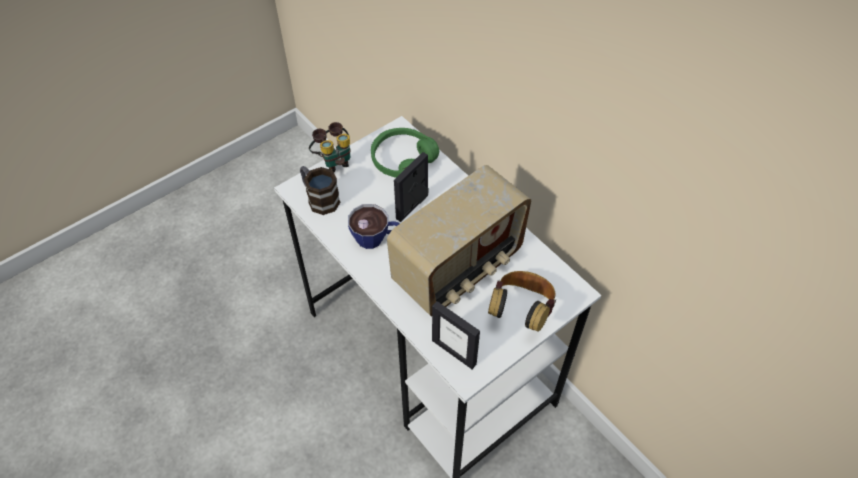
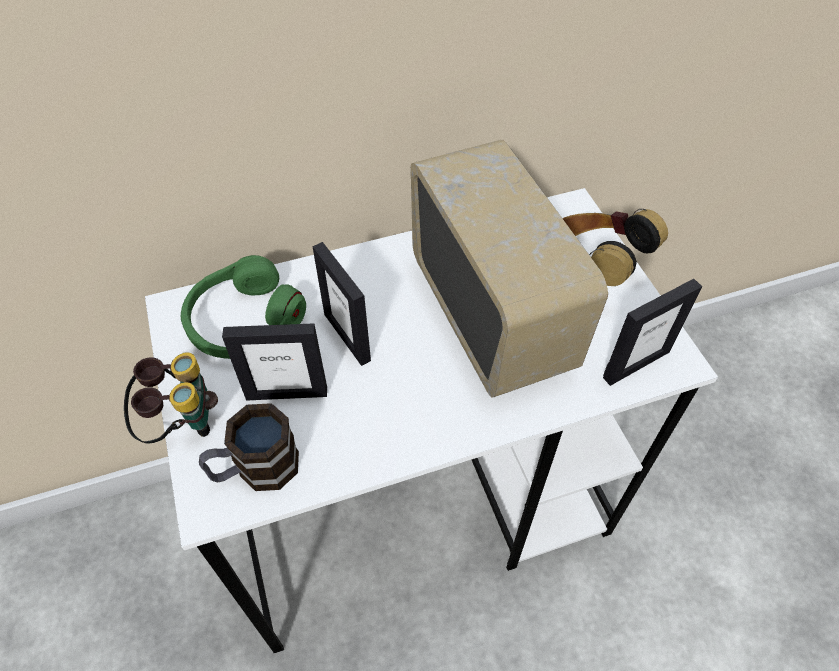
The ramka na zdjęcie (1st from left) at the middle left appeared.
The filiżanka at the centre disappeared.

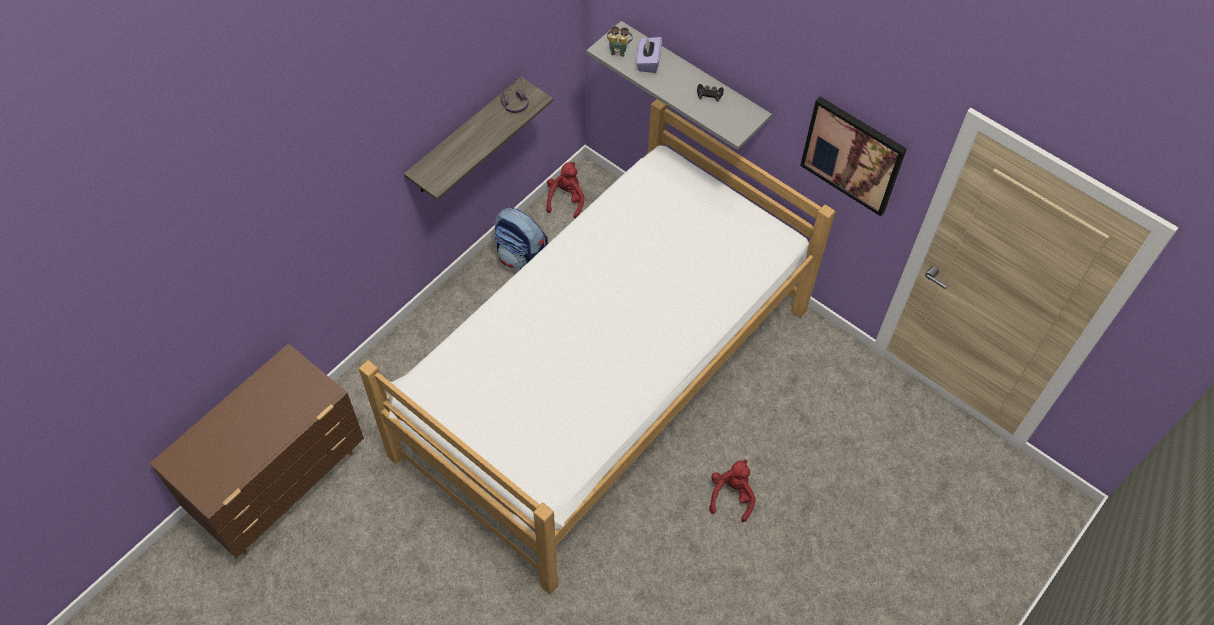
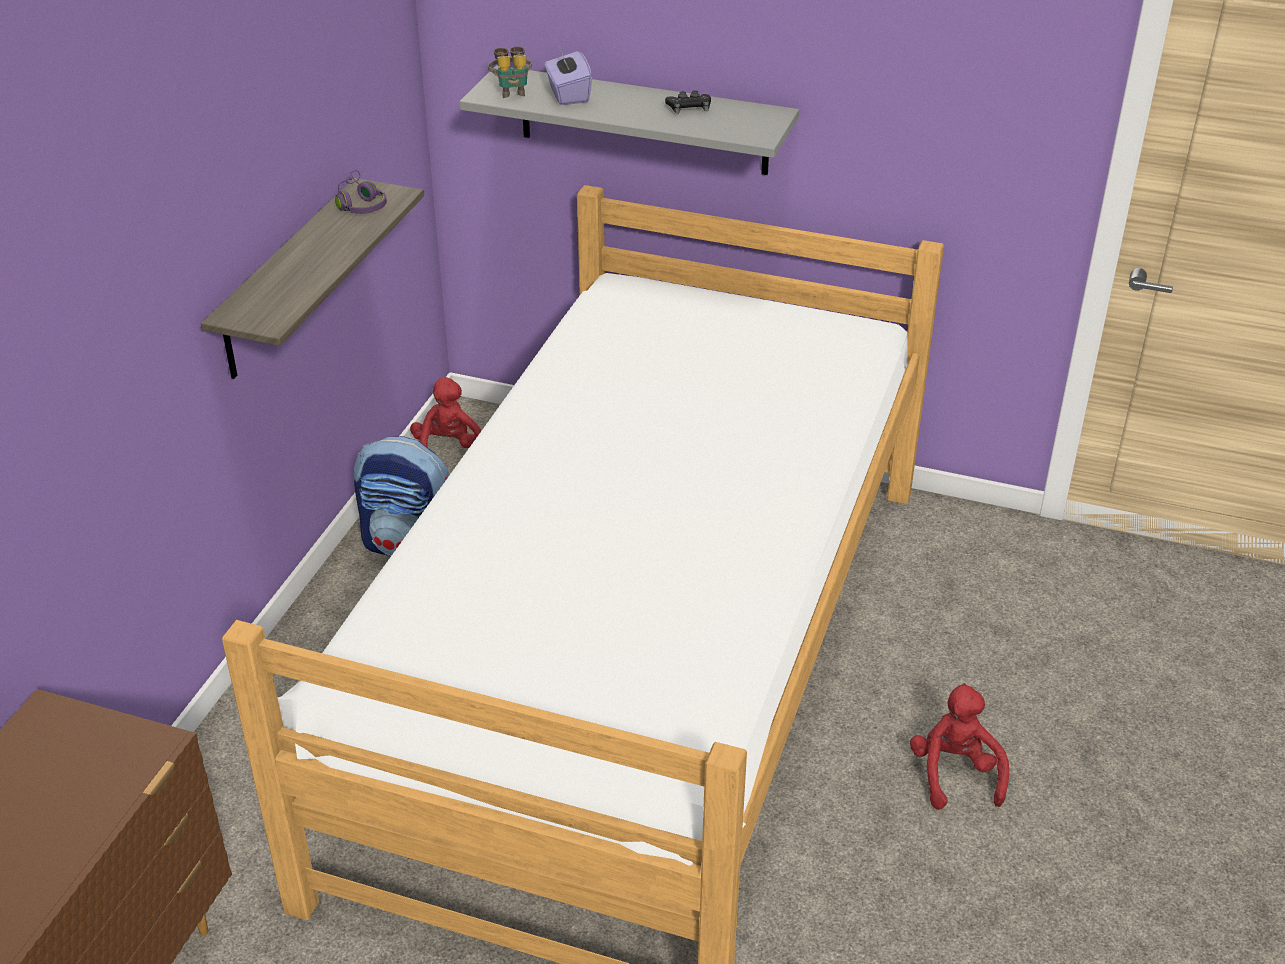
The obraz at the top right disappeared.

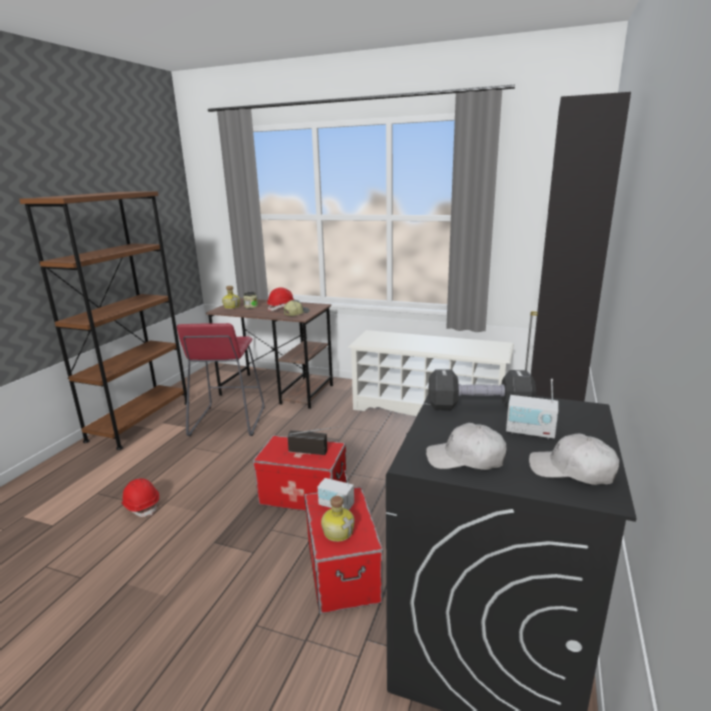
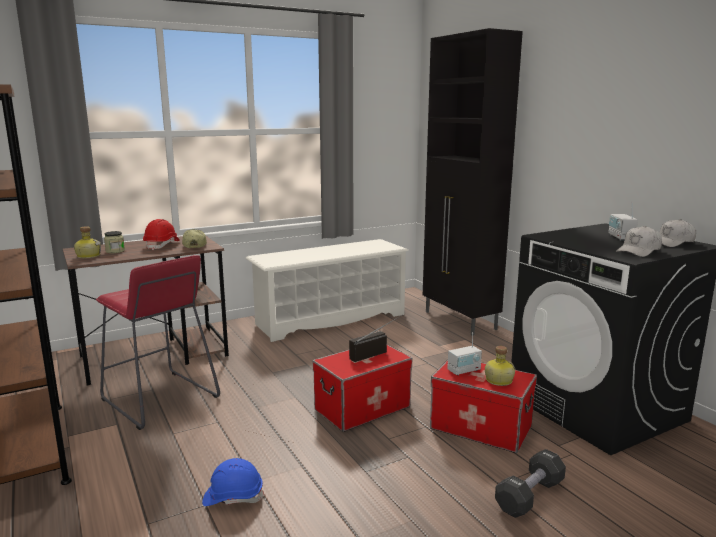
The kask (czerwony) (1st from left) at the bottom left became the kask (niebieski) at the bottom left.
The hantel (czarny) moved from the middle right to the bottom right.
The radio (3rd from left) at the middle right turned 120 degrees clockwise.

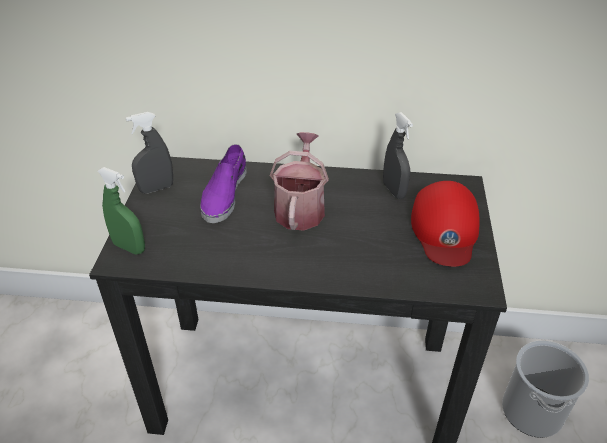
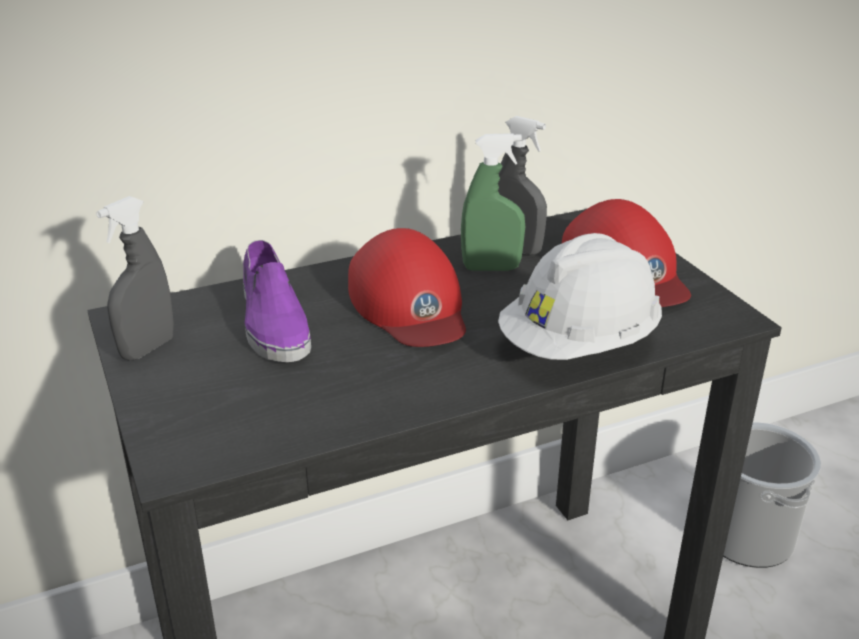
The konewka at the centre was replaced by the czapka z daszkiem (czerwony) (1st from left) at the centre.
The spryskiwacz (zielony) moved from the middle left to the top centre.
The kask (biały) at the middle right appeared.

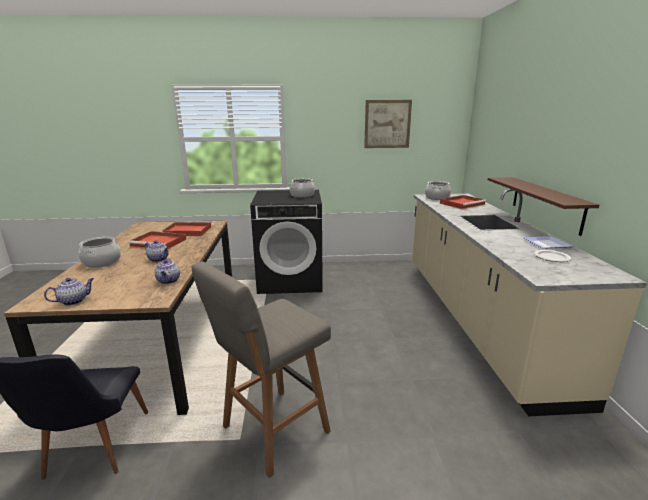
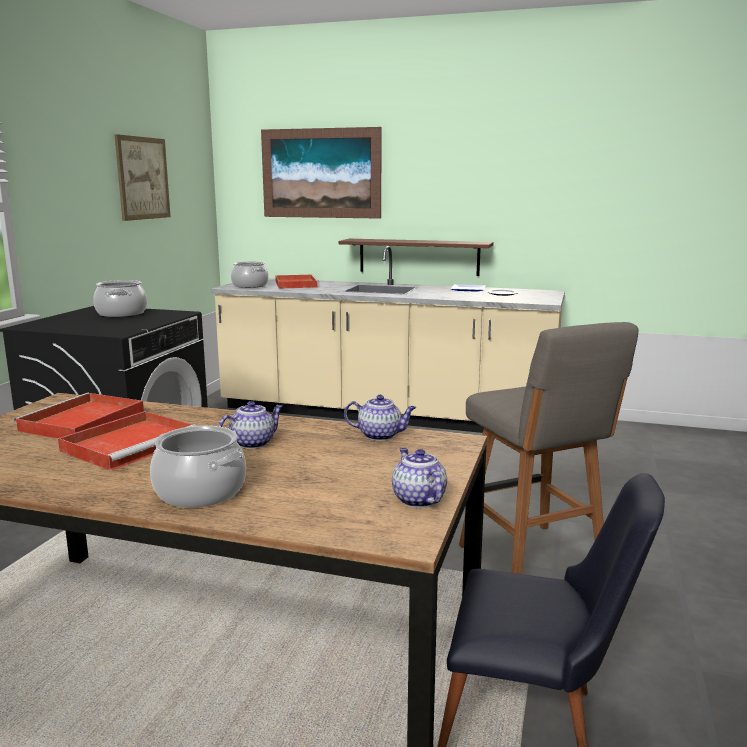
The obraz (2nd from left) at the top centre appeared.

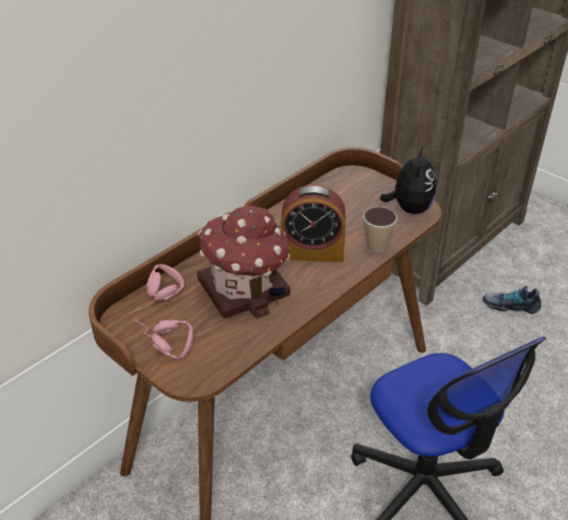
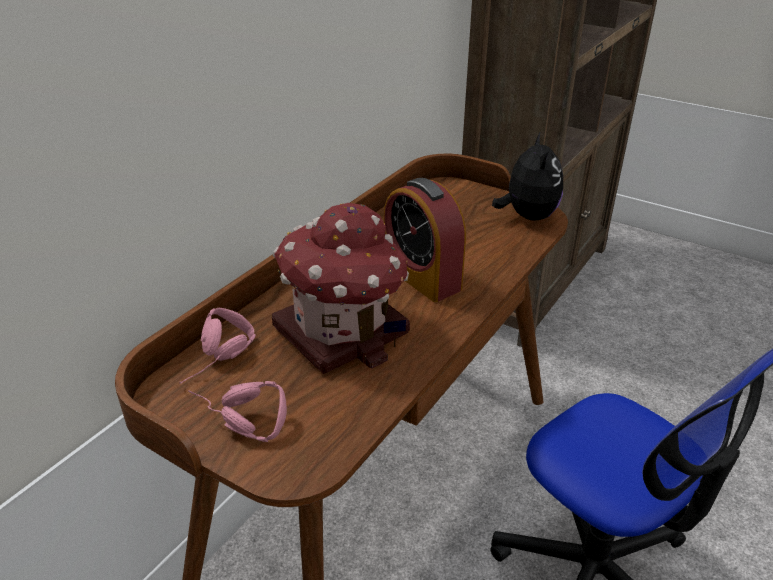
The budzik at the centre turned 60 degrees clockwise.
The filiżanka at the middle right disappeared.
The but at the middle right disappeared.

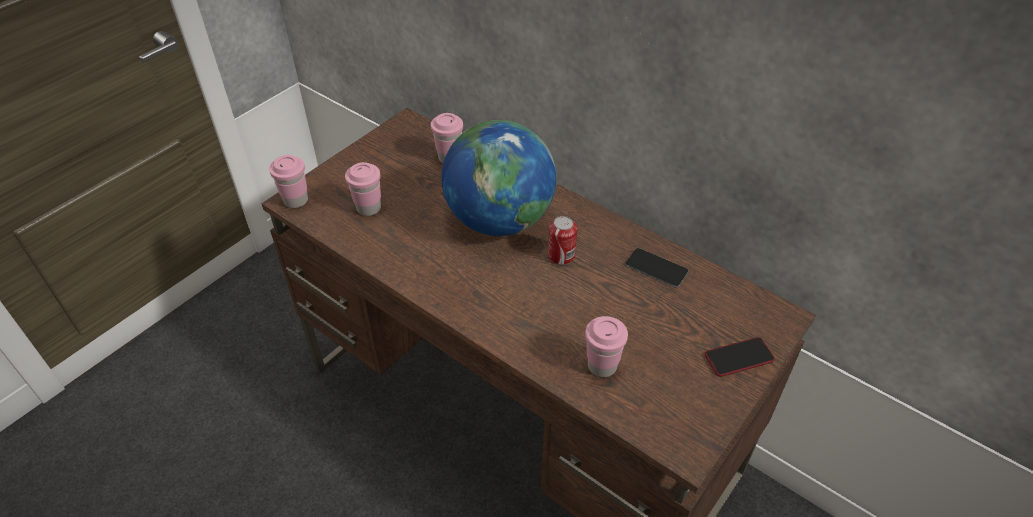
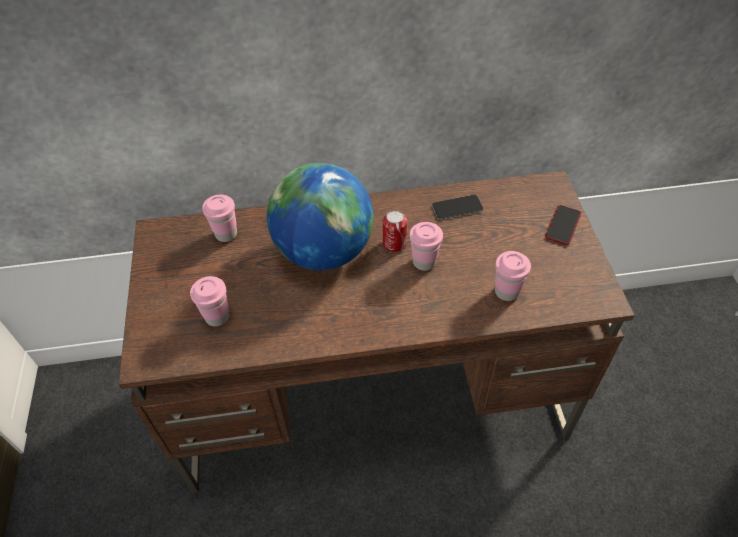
The filiżanka (różowy) (1st from left in the first image) moved from the middle left to the centre.

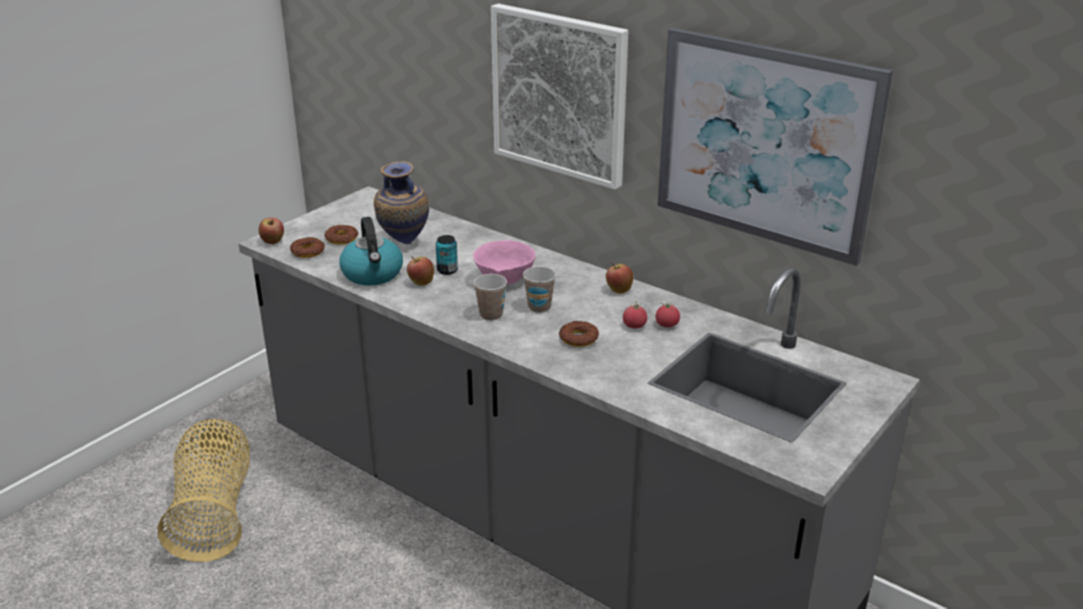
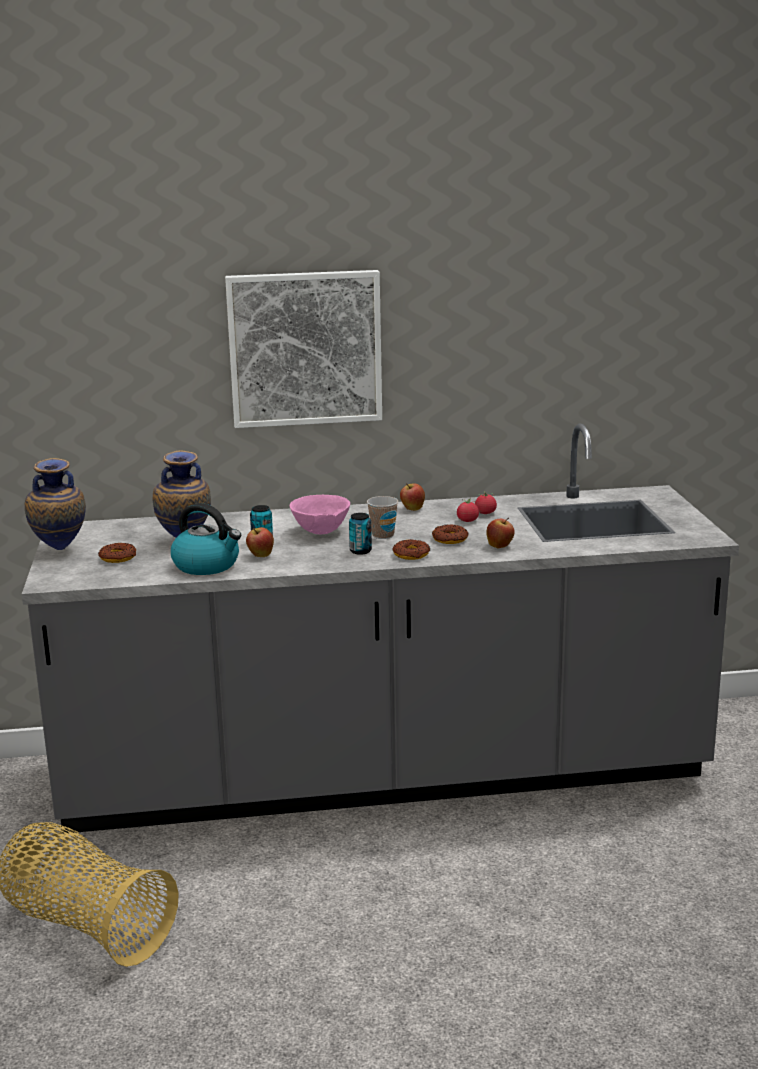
The wazon (1st from left) at the middle left appeared.
The filiżanka (1st from left) at the centre was replaced by the puszka (2nd from left) at the centre.
The donut (1st from left in the first image) moved from the middle left to the centre.
The jabłko (1st from left in the first image) moved from the middle left to the centre.
The obraz (2nd from left) at the top right disappeared.

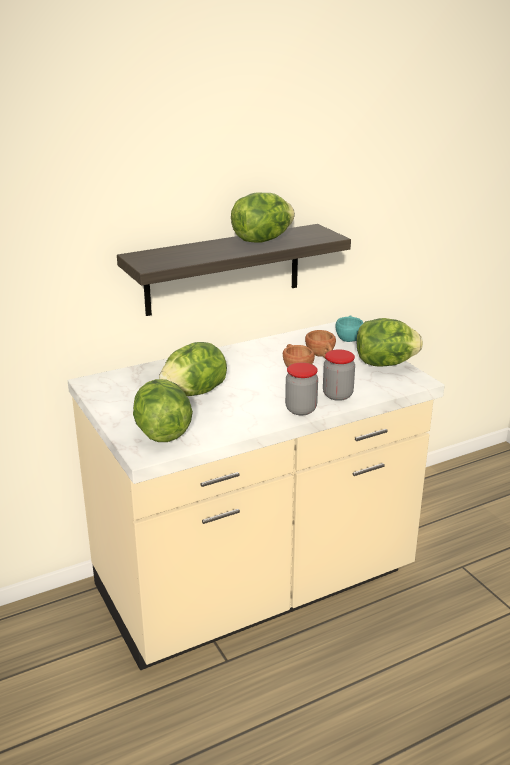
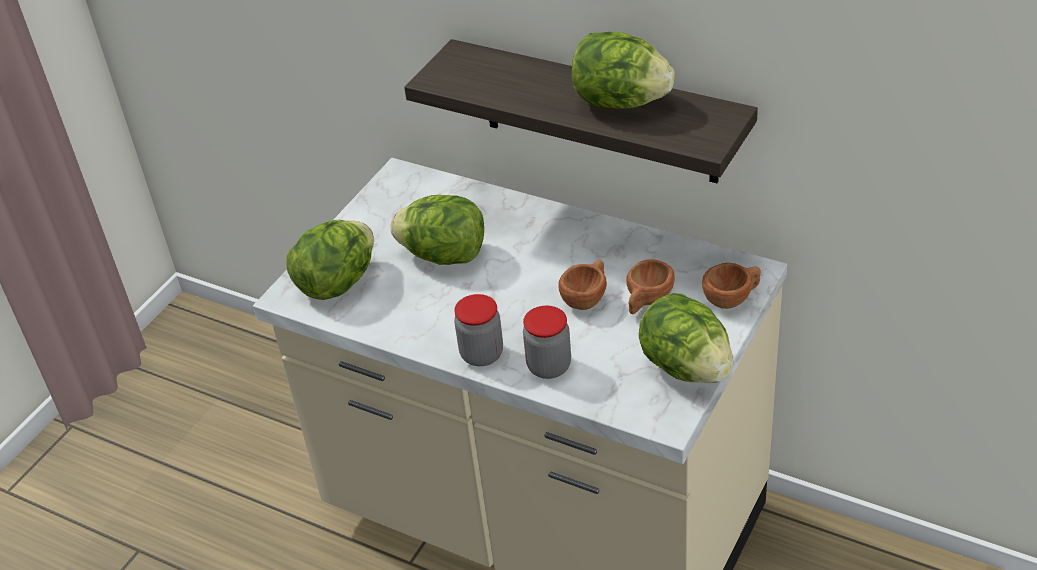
The filiżanka (turkusowy) at the middle right became the filiżanka (brązowy) (3rd from left) at the middle right.

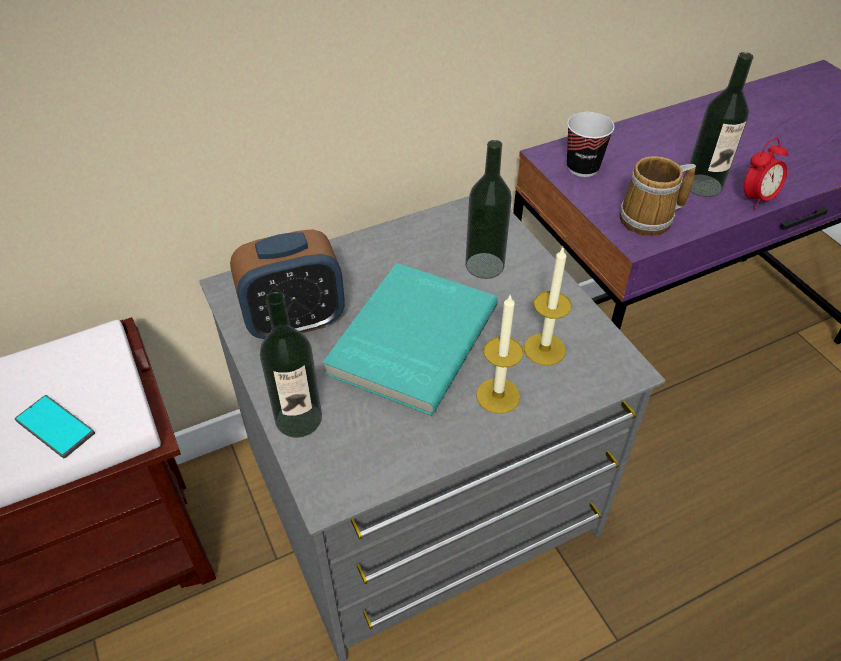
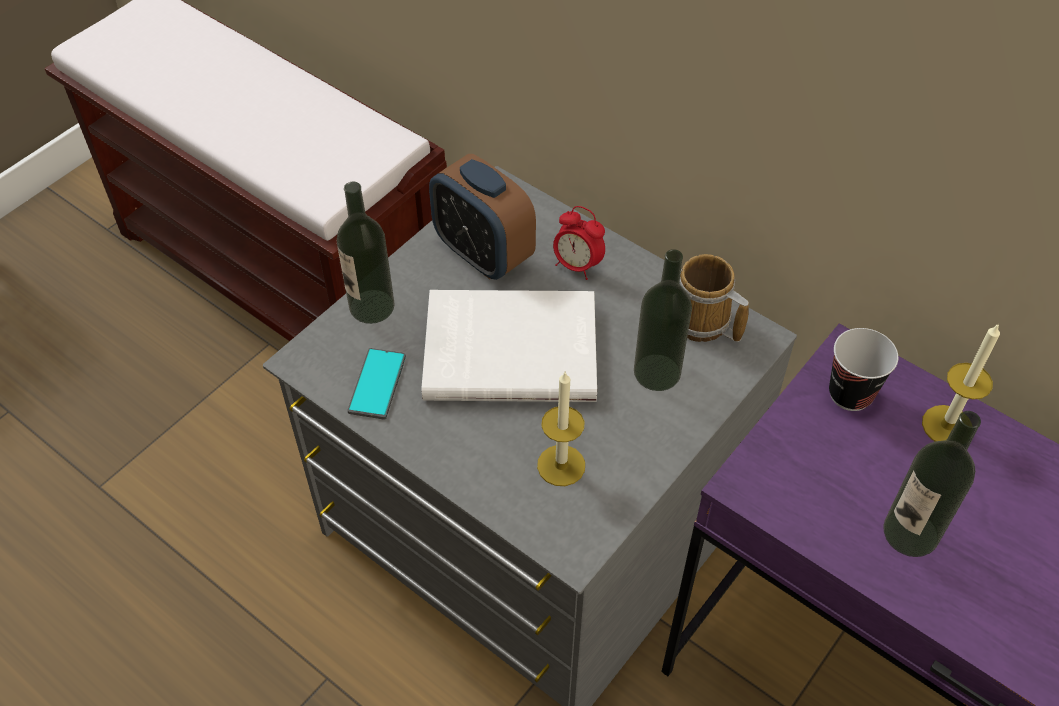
The telefon moved from the middle left to the centre.
The książka (turkusowy) at the centre became the książka (biały) at the centre.
The budzik (2nd from left) moved from the top right to the centre.
The kubek moved from the top right to the middle right.
The świeca (1st from left in the first image) moved from the centre to the middle right.

